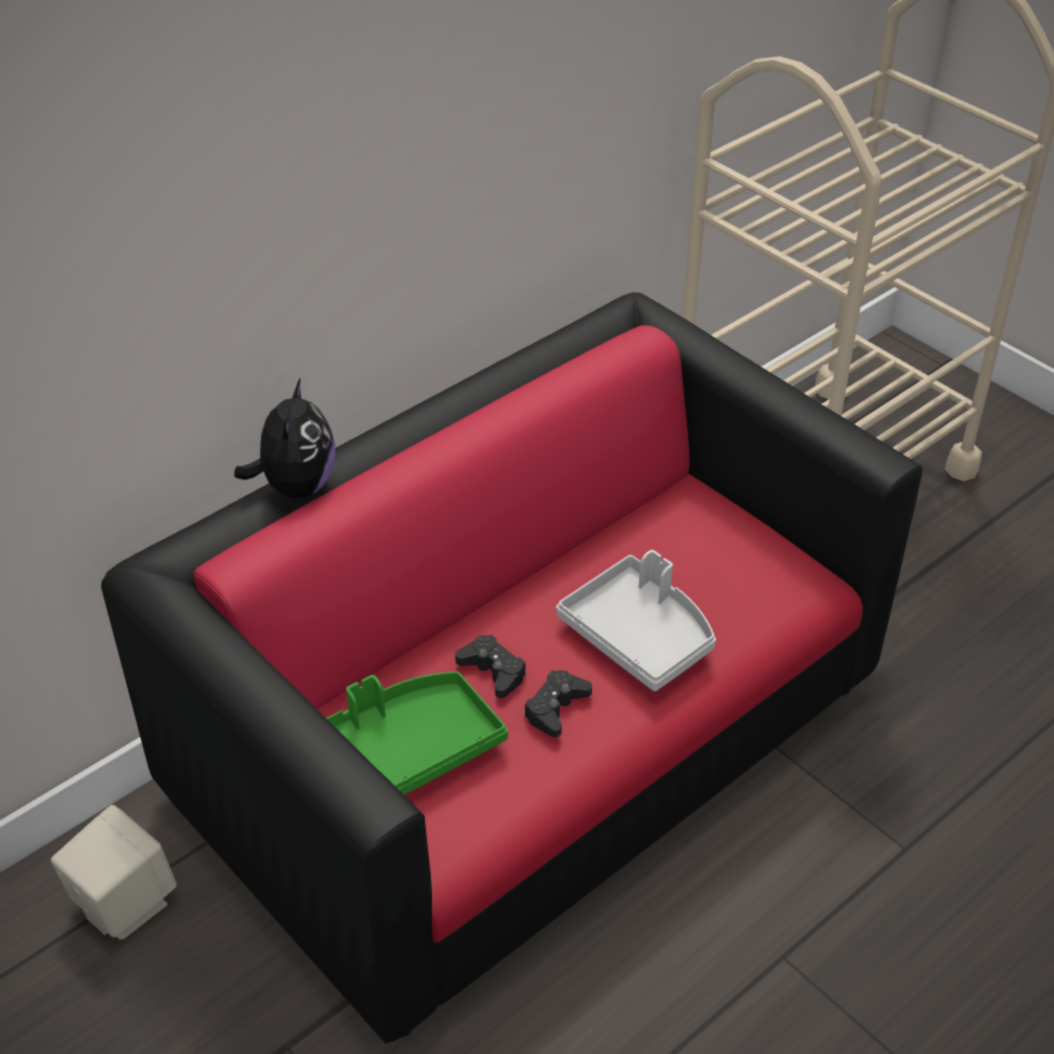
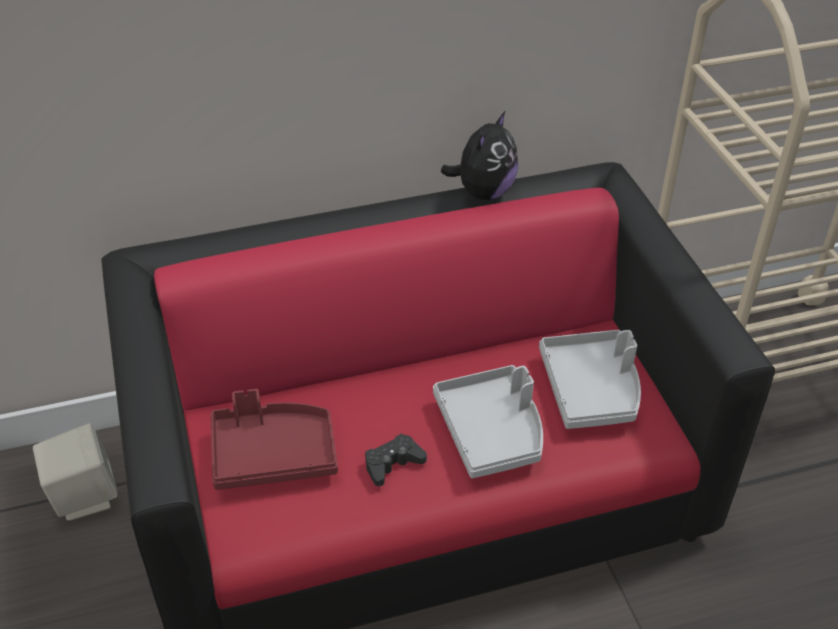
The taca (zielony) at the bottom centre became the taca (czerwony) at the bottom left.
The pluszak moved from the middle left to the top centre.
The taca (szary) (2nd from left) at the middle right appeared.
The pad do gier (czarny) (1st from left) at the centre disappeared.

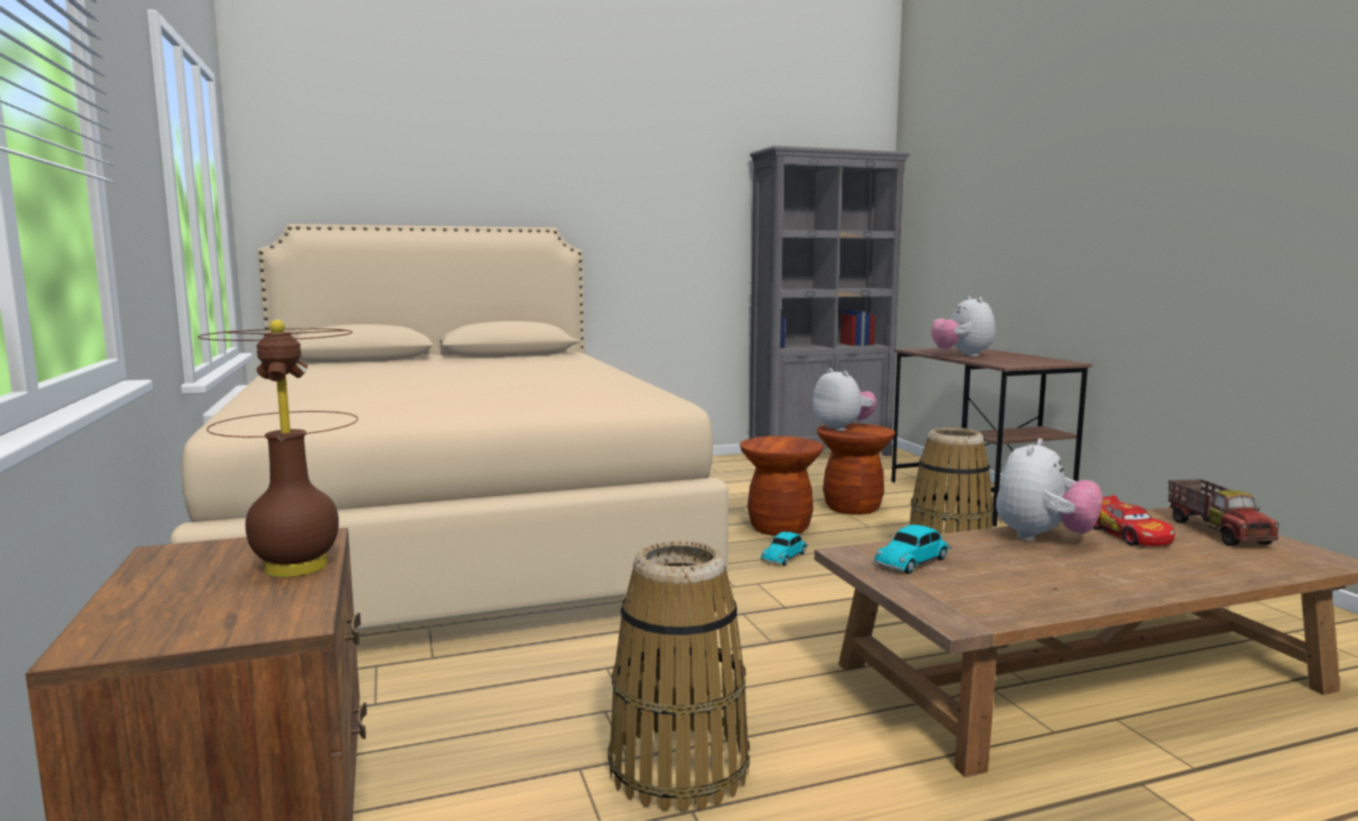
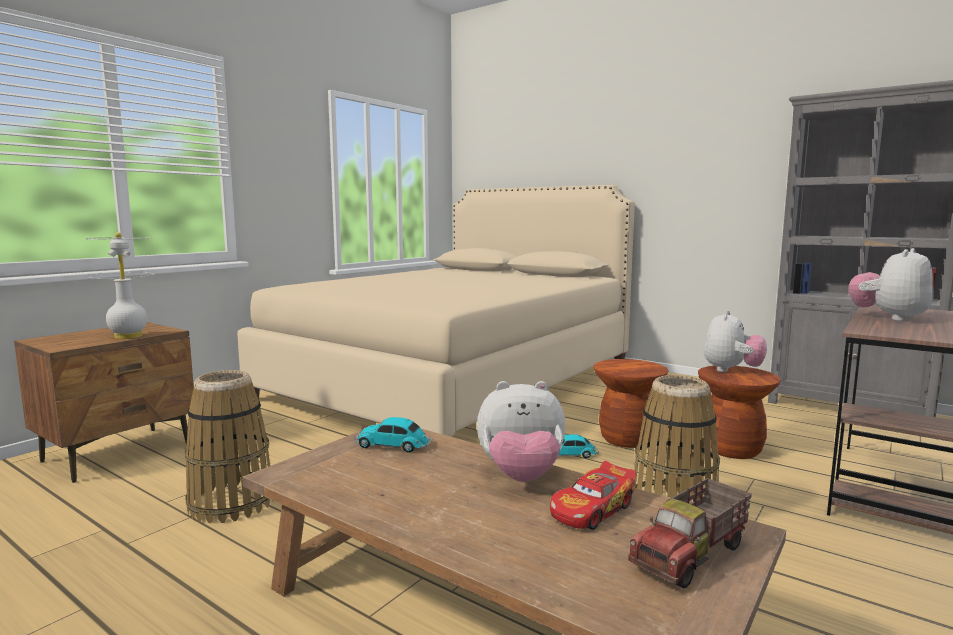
The lampa stołowa (brązowy) at the middle left became the lampa stołowa (biały) at the middle left.

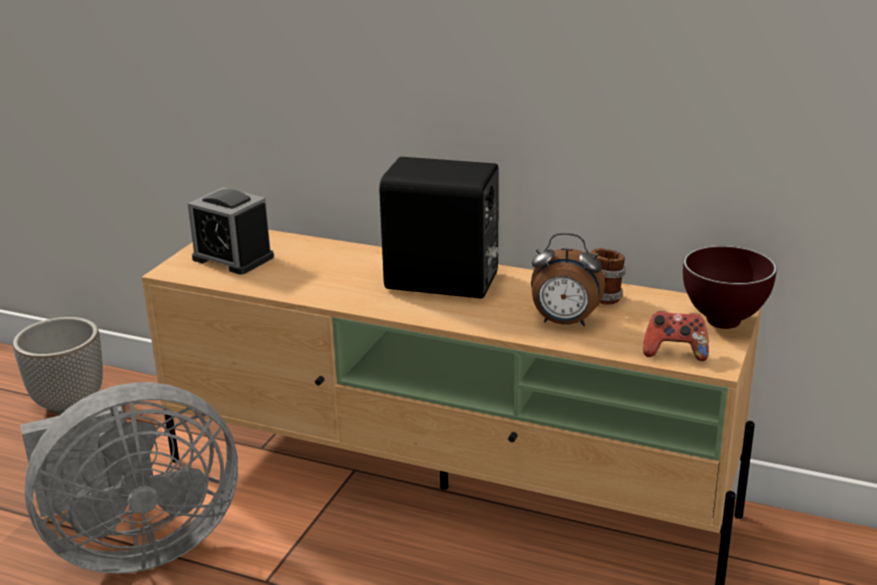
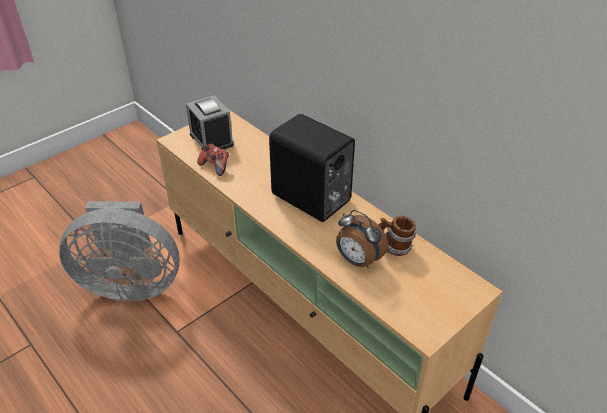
The pad do gier moved from the middle right to the centre.
The donica at the middle left disappeared.
The miska (brązowy) at the middle right disappeared.

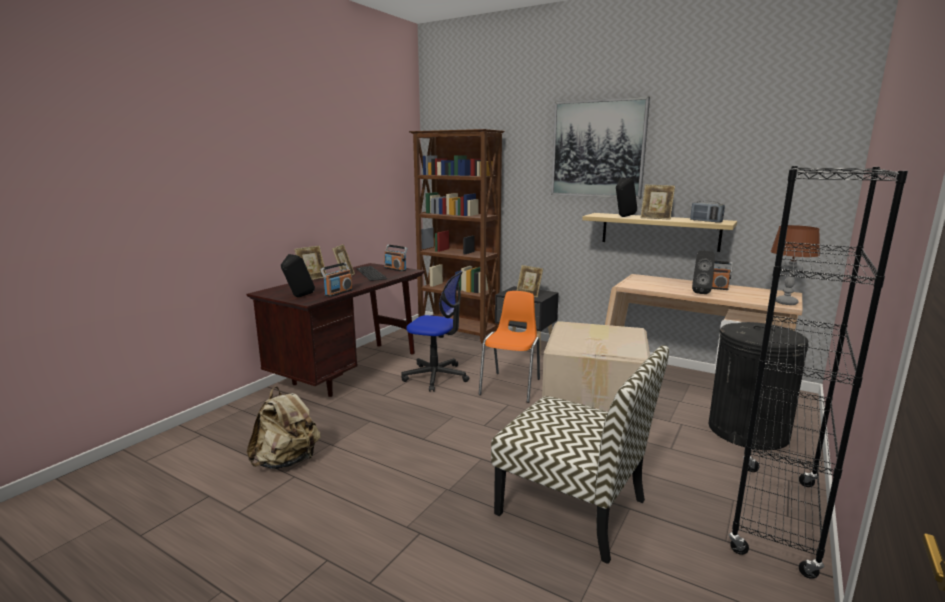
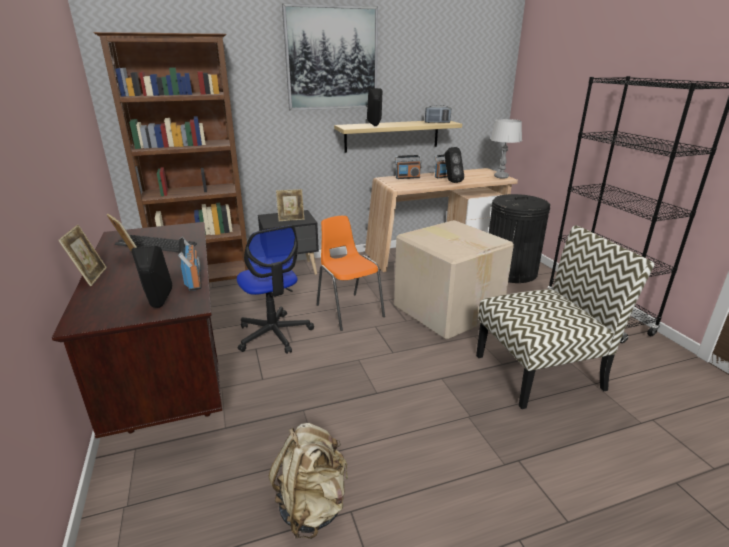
The krzesło biurowe at the centre turned 90 degrees clockwise.
The radio (2nd from left) moved from the centre to the top centre.
The lampa stołowa (brązowy) at the middle right became the lampa stołowa (szary) at the top right.
The ramka na zdjęcie (4th from left) at the middle right disappeared.

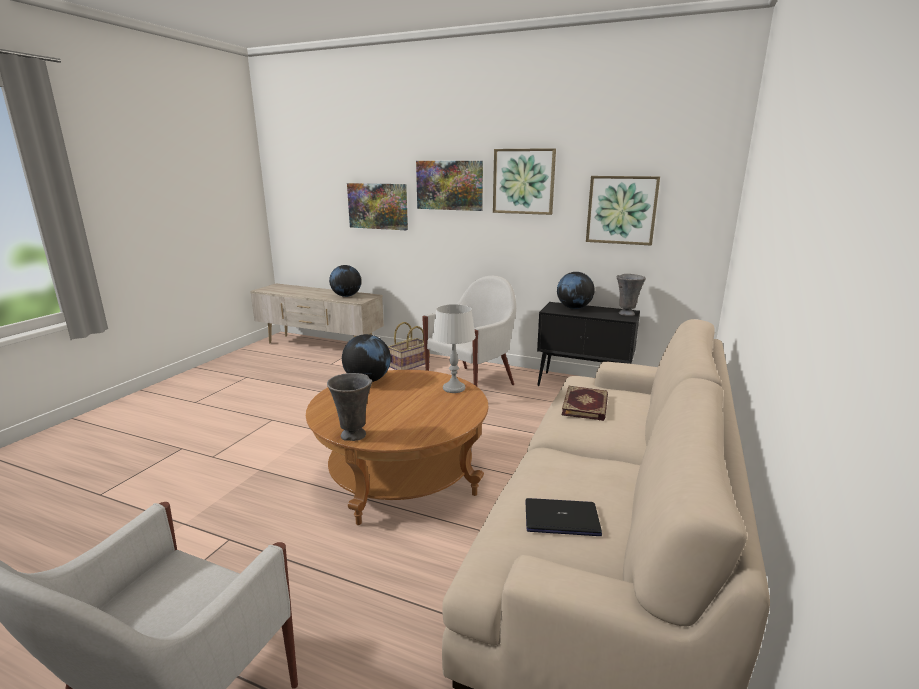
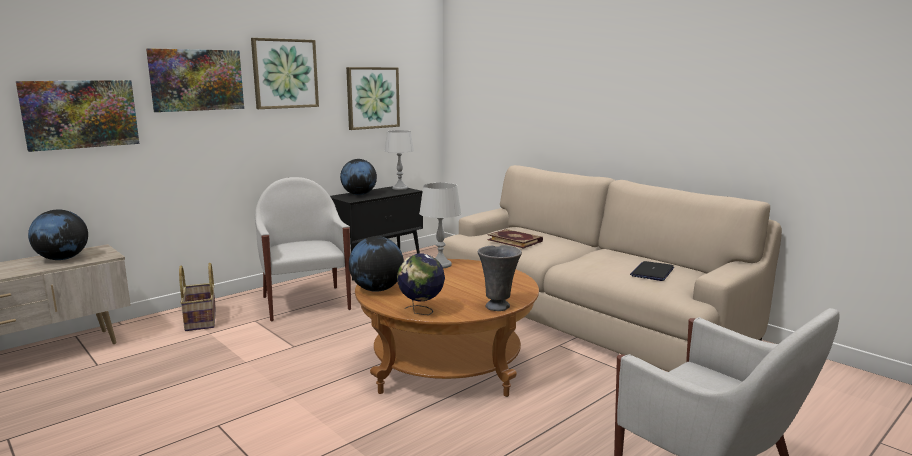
The wazon (szary) (2nd from left) at the middle right was replaced by the lampa stołowa (szary) (1st from left) at the centre.
The globus (4th from left) at the centre appeared.

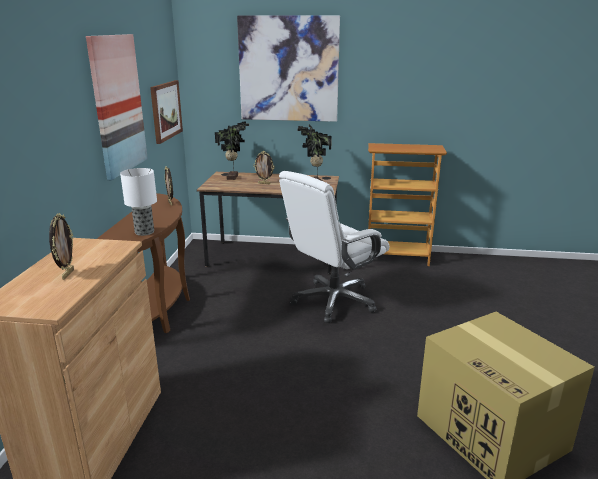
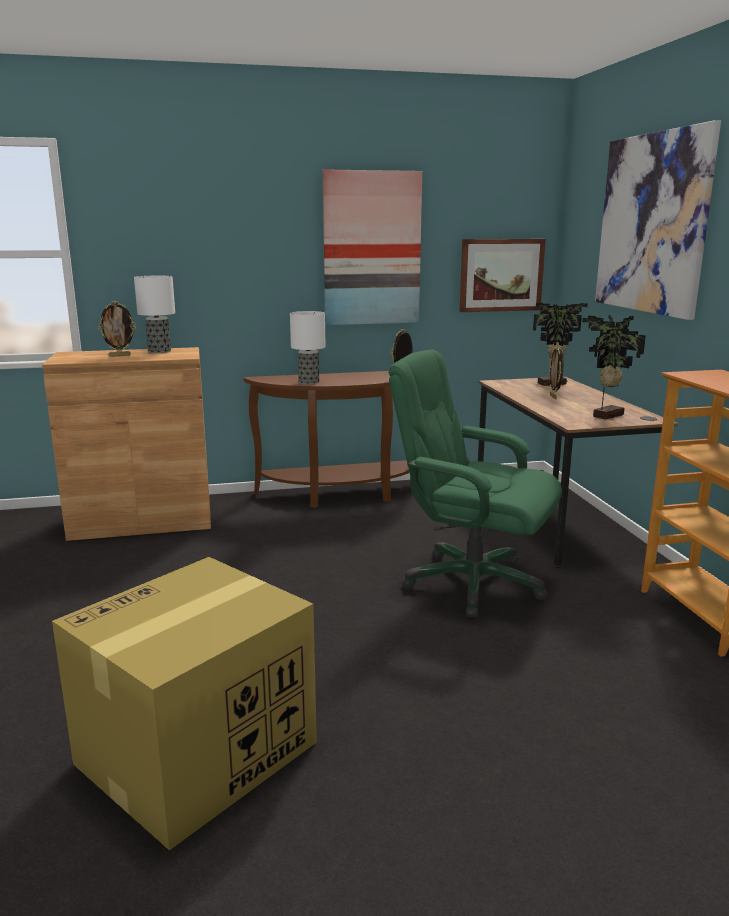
The lampa stołowa (1st from left) at the middle left appeared.
The krzesło biurowe (biały) at the centre became the krzesło biurowe (zielony) at the centre.

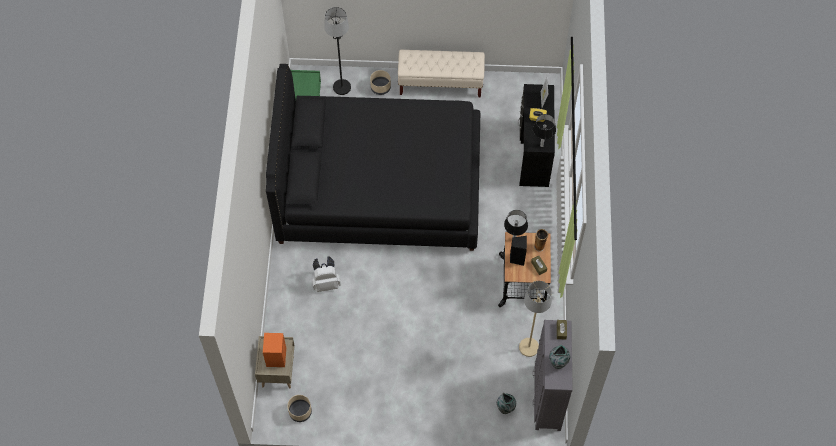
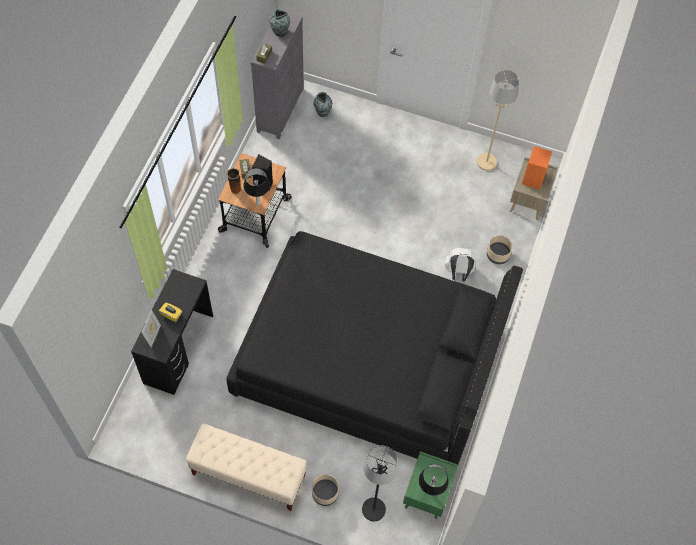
The lampa stołowa (2nd from left) moved from the top centre to the bottom centre.
The lampa stojąca (beżowy) moved from the bottom centre to the top right.
The donica (beżowy) (1st from left in the first image) moved from the bottom centre to the middle right.

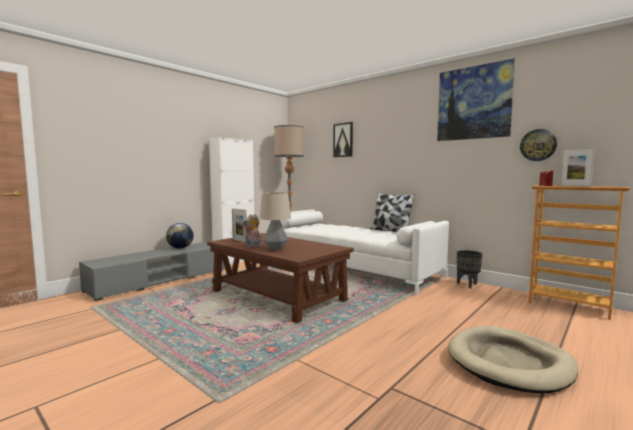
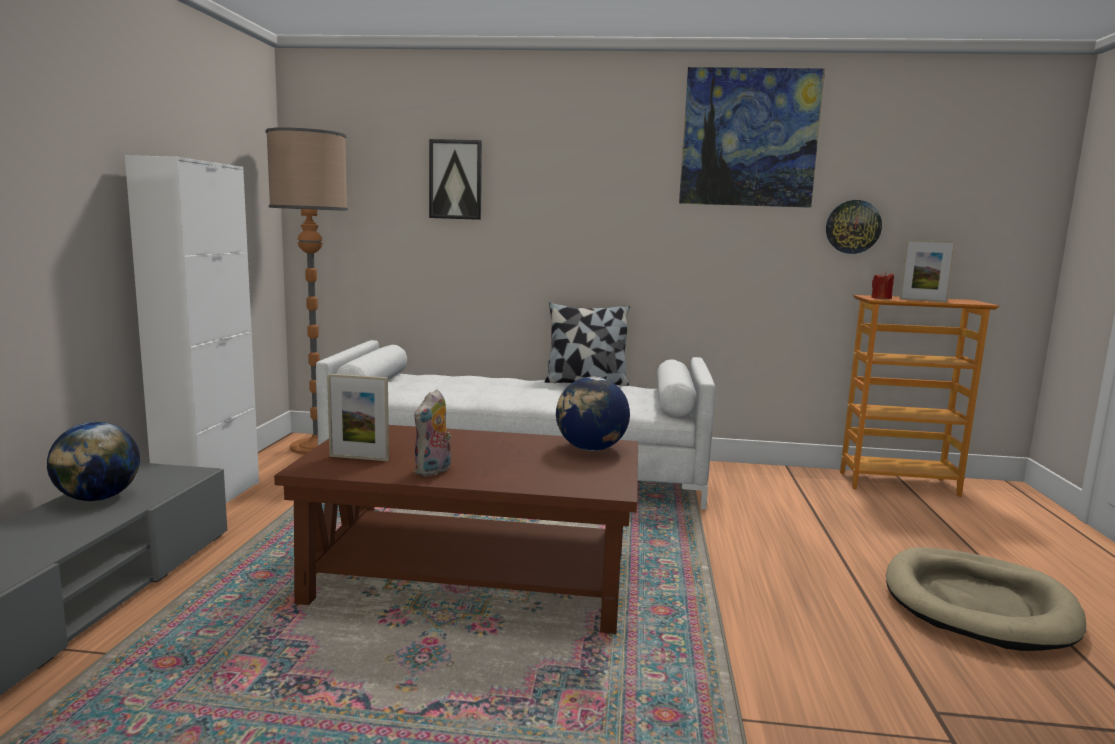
The globus (2nd from left) at the centre appeared.
The lampa stołowa at the centre disappeared.
The donica (czarny) at the middle right disappeared.

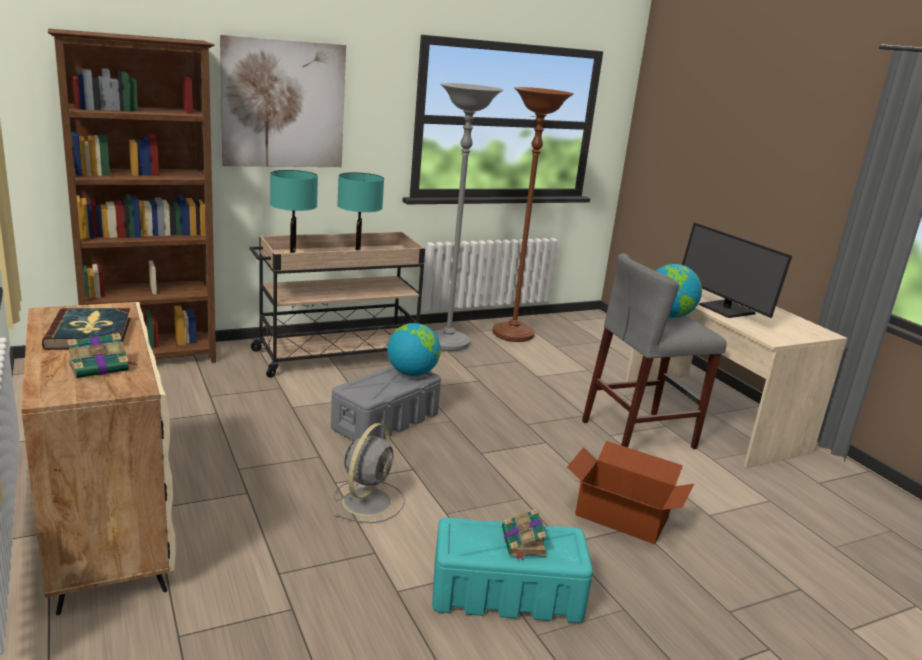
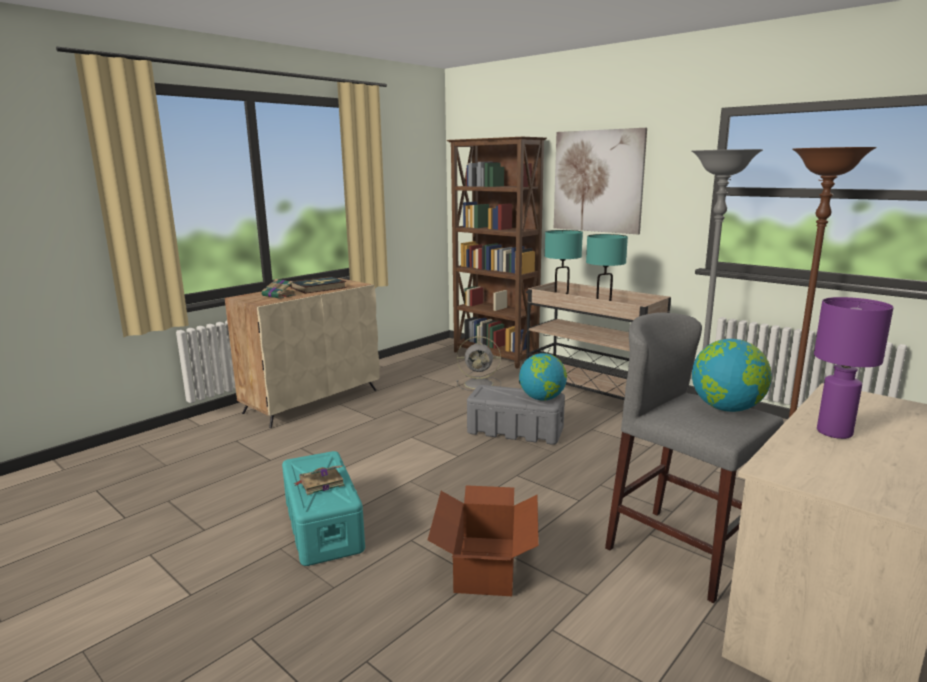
The wentylator (szary) moved from the bottom centre to the centre.
The monitor at the middle right was replaced by the lampa stołowa (fioletowy) at the middle right.

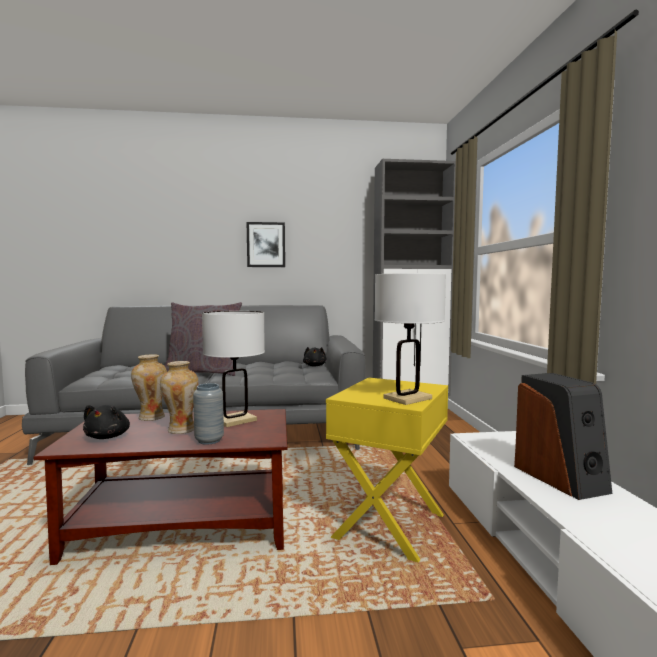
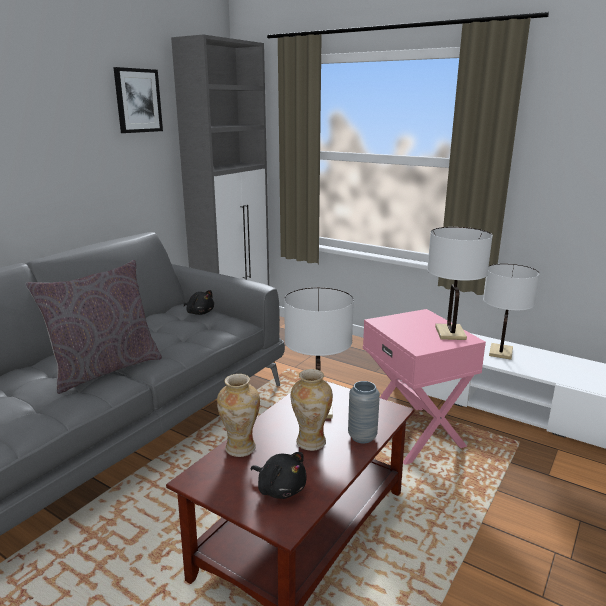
The obraz moved from the centre to the top left.
The stolik (żółty) at the bottom centre became the stolik (różowy) at the middle right.
The głośnik at the middle right was replaced by the lampa stołowa (biały) (3rd from left) at the middle right.

